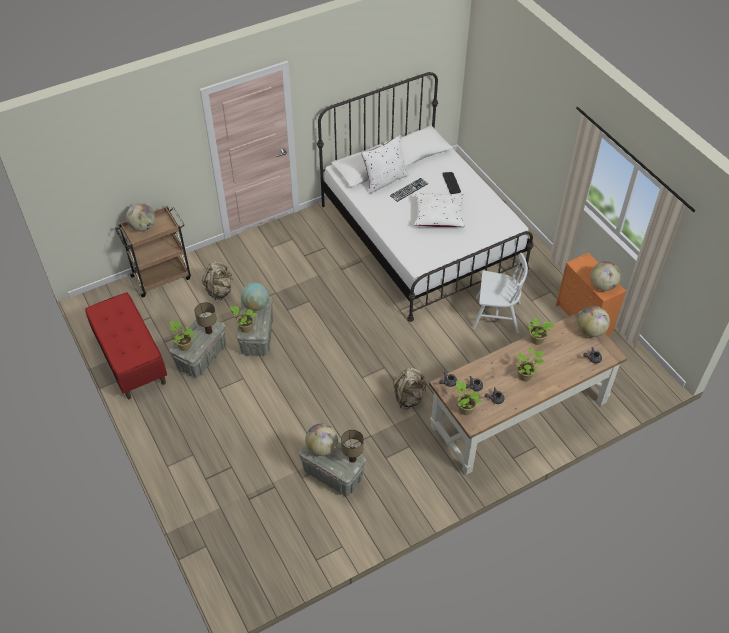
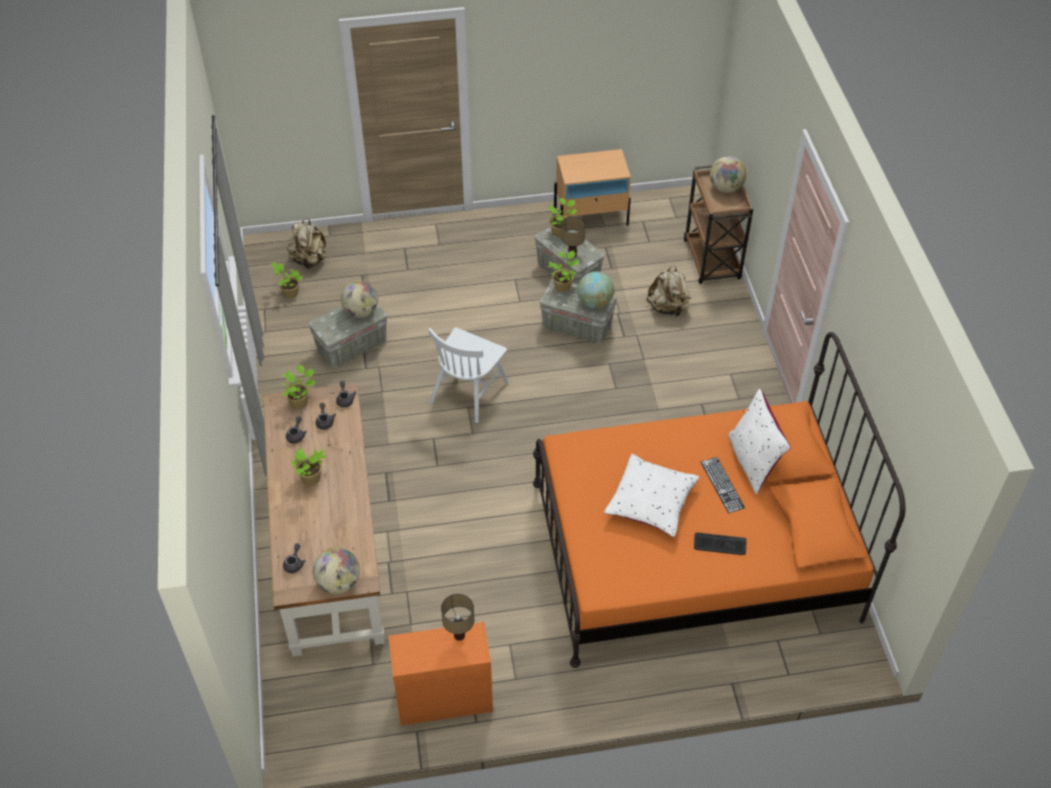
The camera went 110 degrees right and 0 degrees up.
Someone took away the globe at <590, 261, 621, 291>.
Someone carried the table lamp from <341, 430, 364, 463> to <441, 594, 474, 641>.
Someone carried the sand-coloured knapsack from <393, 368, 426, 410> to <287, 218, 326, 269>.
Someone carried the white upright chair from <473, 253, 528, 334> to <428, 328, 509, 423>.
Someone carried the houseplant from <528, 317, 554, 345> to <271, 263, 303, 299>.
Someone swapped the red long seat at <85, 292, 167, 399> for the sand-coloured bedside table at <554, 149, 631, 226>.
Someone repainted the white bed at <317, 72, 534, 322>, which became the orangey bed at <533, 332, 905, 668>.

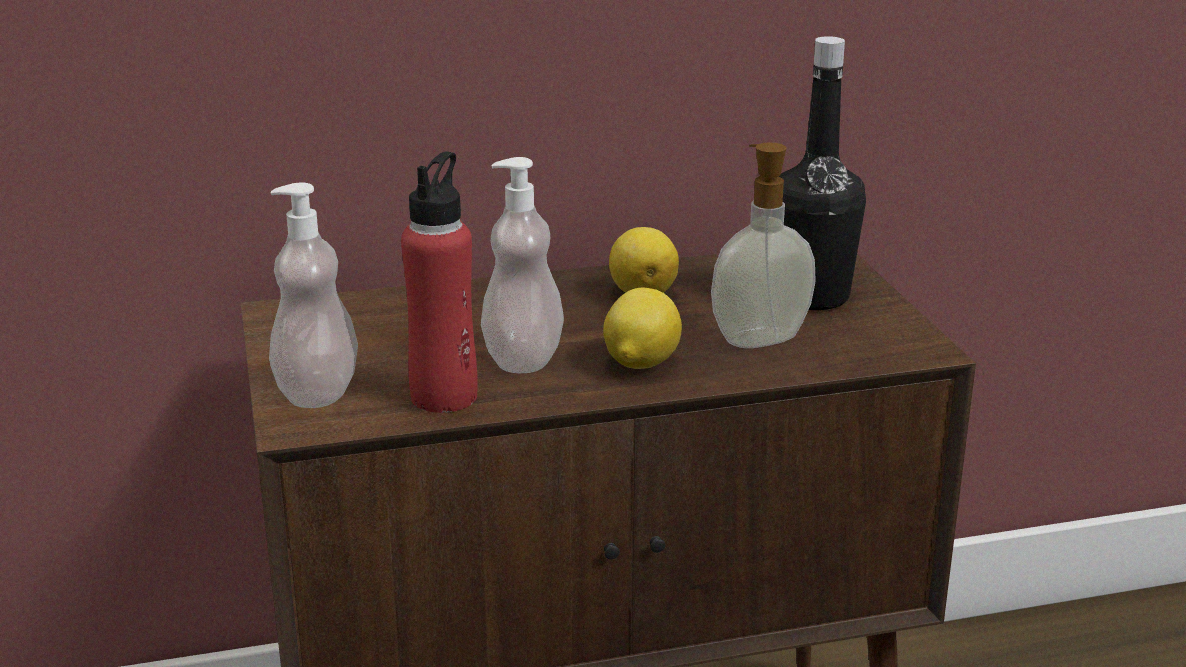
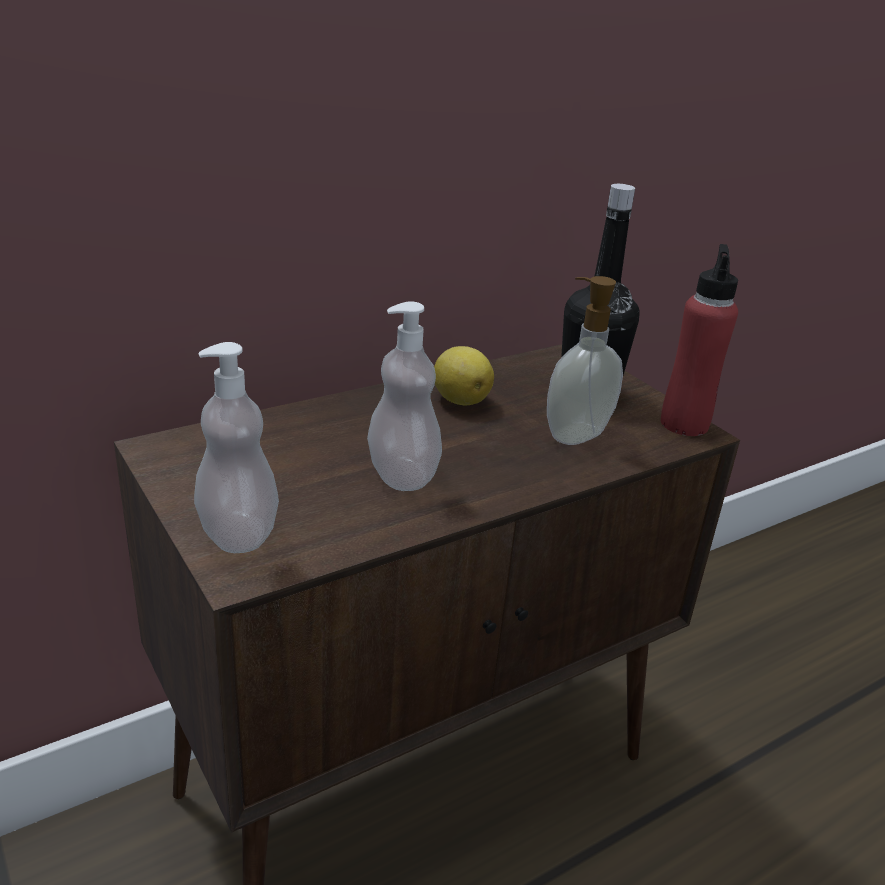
The camera went 20 degrees left and 5 degrees up.
Someone took away the whole lemon at <603, 287, 682, 369>.
Someone carried the red beverage bottle from <401, 151, 478, 413> to <661, 244, 738, 436>.

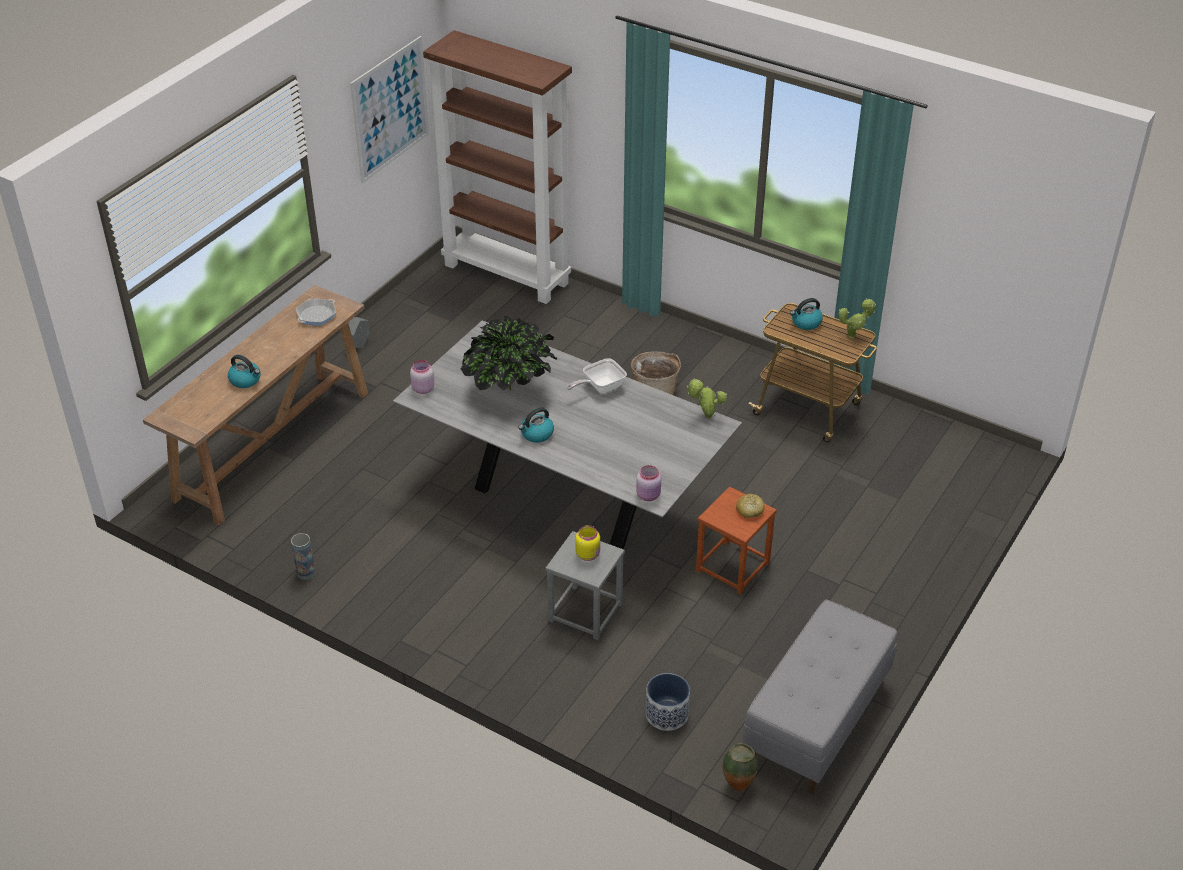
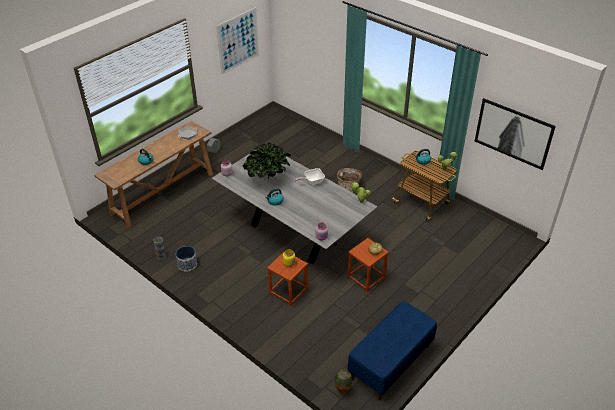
The camera went 10 degrees right and 0 degrees up.
Someone took away the brown-coloured bookcase at <423, 30, 572, 304>.
Someone put up the picture at <475, 98, 556, 170>.
Someone carried the flower pot from <646, 673, 690, 731> to <176, 246, 197, 271>.
Someone repainted the greyish sitting stool at <545, 531, 625, 640>, which became the brown-coloured sitting stool at <267, 252, 308, 306>.
Someone repainted the greyish long seat at <742, 599, 897, 794>, which became the blue long seat at <348, 301, 437, 400>.

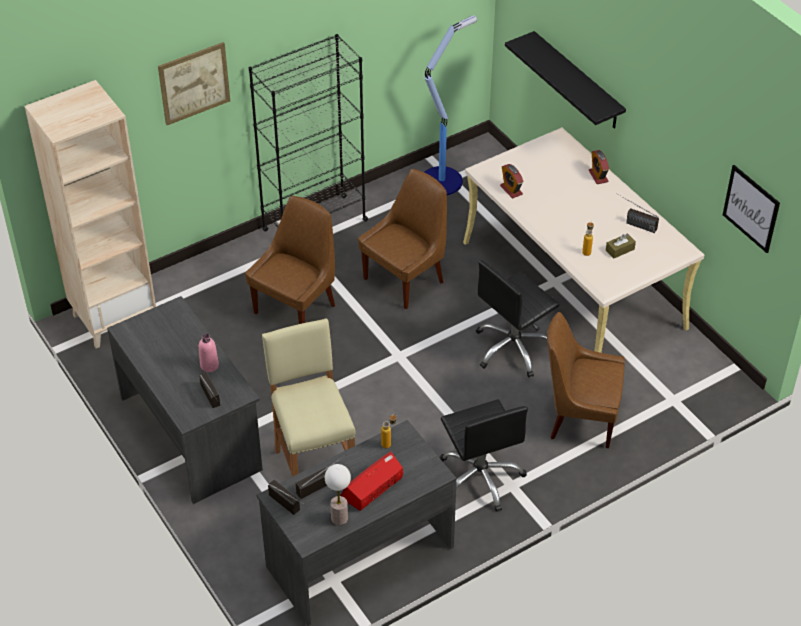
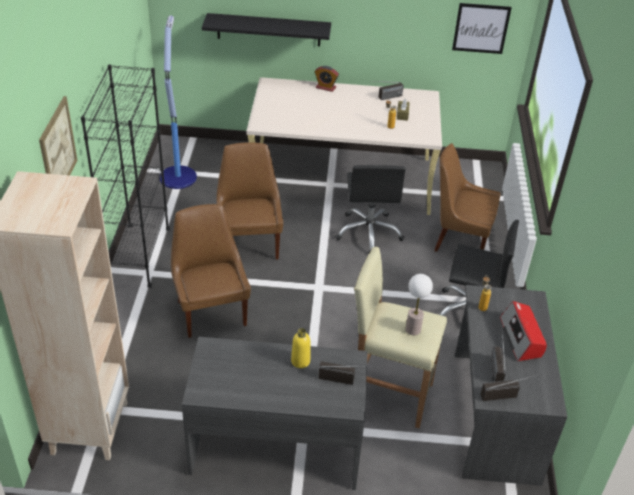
The camera went 55 degrees left and 5 degrees down.
Someone took away the table clock at <500, 164, 523, 199>.
Someone carried the table lamp from <325, 464, 351, 525> to <406, 274, 433, 335>.
Someone repainted the pink beverage bottle at <199, 334, 219, 372>, which became the yellow beverage bottle at <291, 328, 310, 368>.
Someone rotated the brown-coloured upright chair at <547, 312, 625, 448> by 60 degrees clockwise.

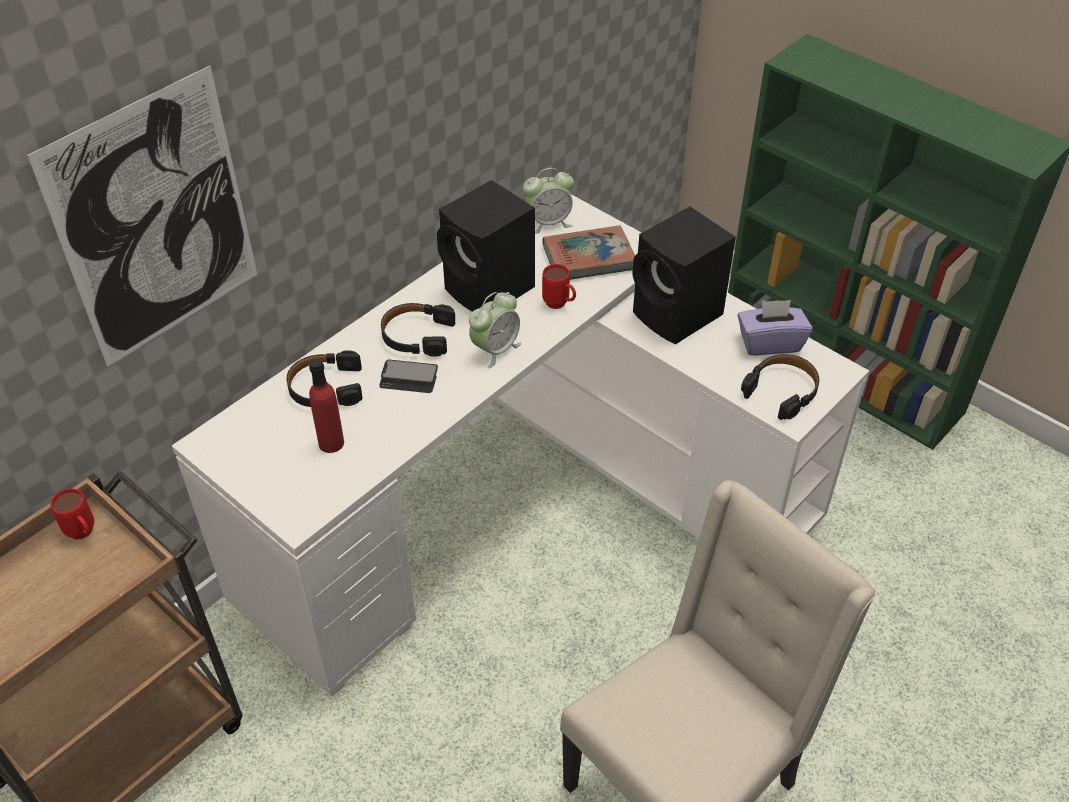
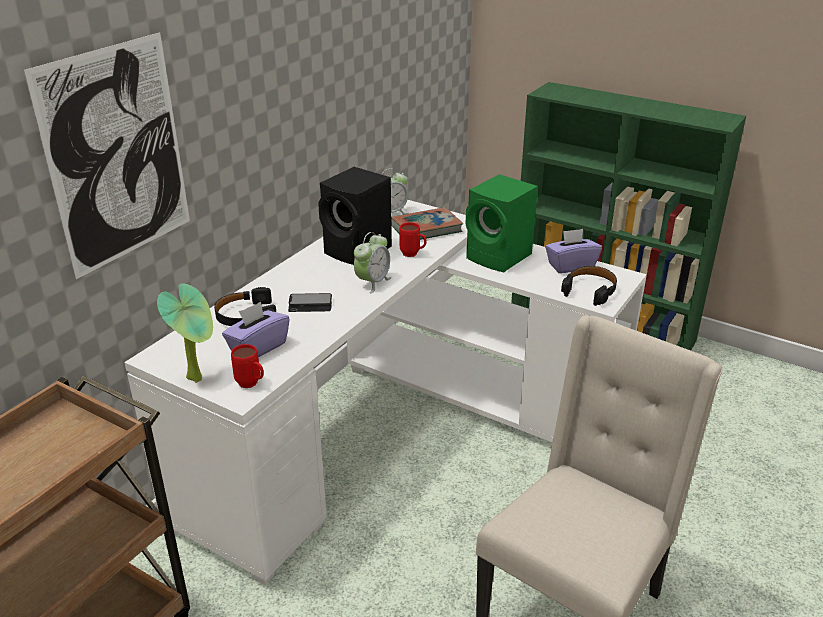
The camera went 10 degrees left and 15 degrees down.
Someone took away the black-coloured headset at <381, 303, 455, 357>.
Someone put down the houseplant at <157, 283, 213, 383>.
Someone carried the red coffee mug from <50, 488, 94, 540> to <231, 344, 264, 388>.
Someone swapped the red beverage bottle at <309, 359, 344, 453> for the purple box of tissues at <222, 302, 290, 358>.
Someone repainted the black-coloured loudspeaker at <632, 206, 736, 344>, which became the green-coloured loudspeaker at <465, 174, 538, 272>.

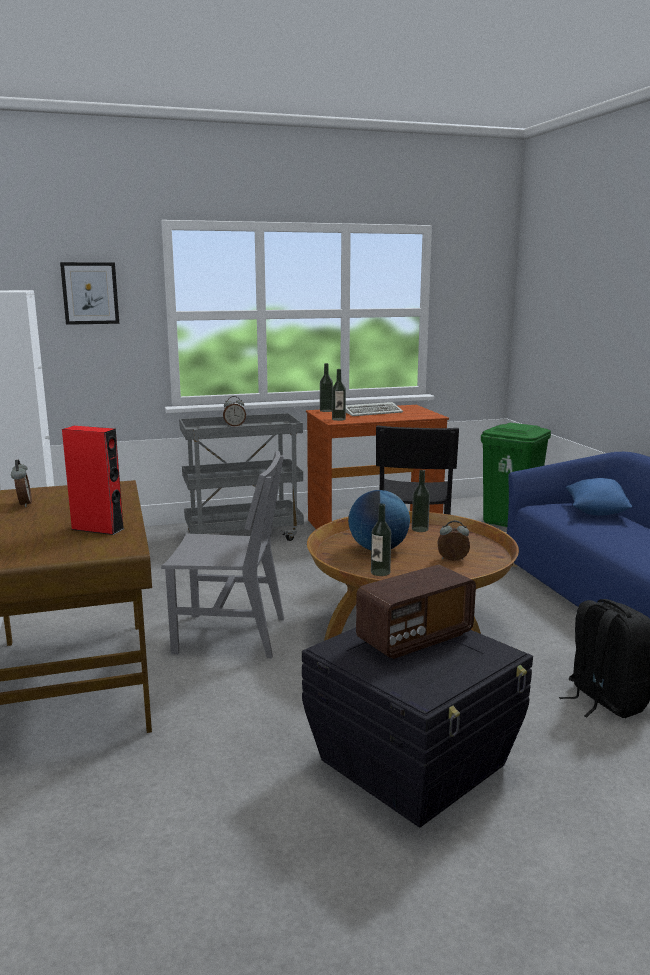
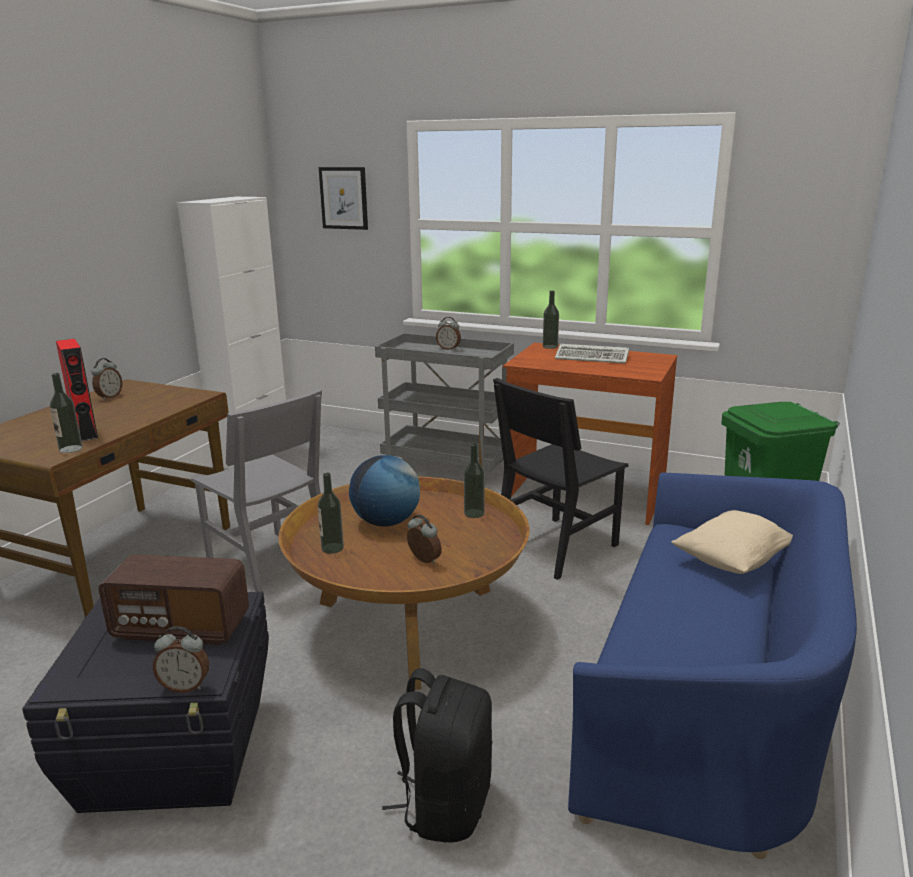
The camera went 40 degrees right and 5 degrees up.
Someone put down the table clock at <153, 626, 209, 693>.
Someone carried the beverage bottle from <332, 369, 346, 421> to <50, 373, 82, 453>.
Someone repainted the blue cushion at <565, 478, 632, 515>, which became the sand-coloured cushion at <671, 510, 793, 574>.

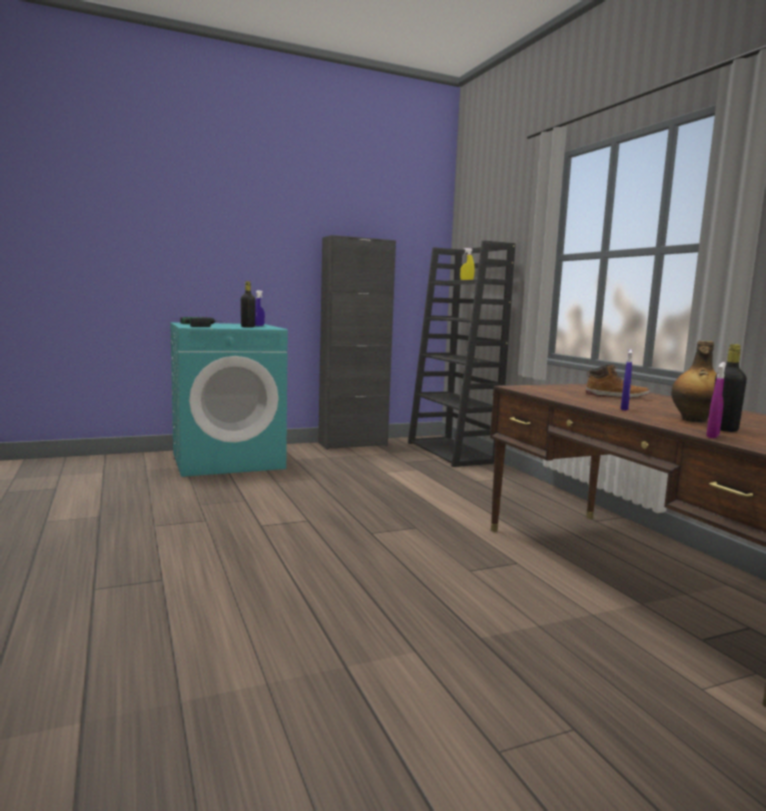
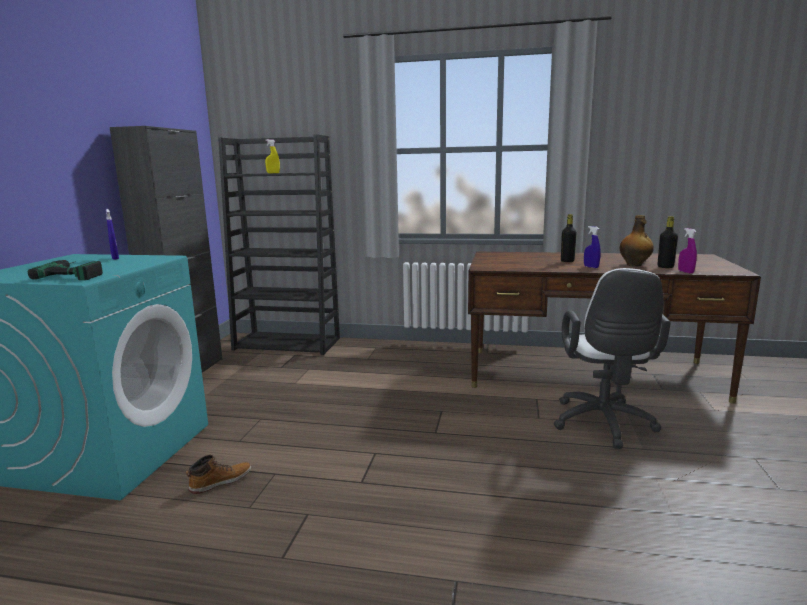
The camera went 55 degrees left and 5 degrees up.
Someone put down the white desk chair at <554, 268, 671, 449>.
Someone carried the black-coloured beverage bottle from <241, 281, 255, 328> to <561, 214, 577, 262>.
Someone carried the boot from <586, 364, 650, 398> to <186, 455, 251, 494>.

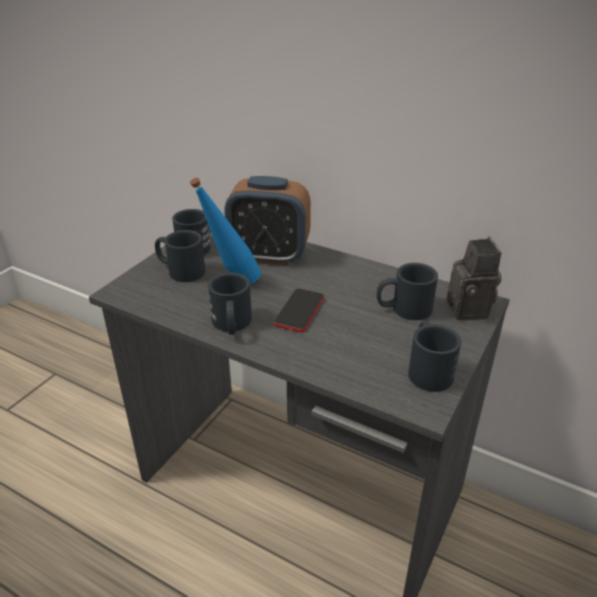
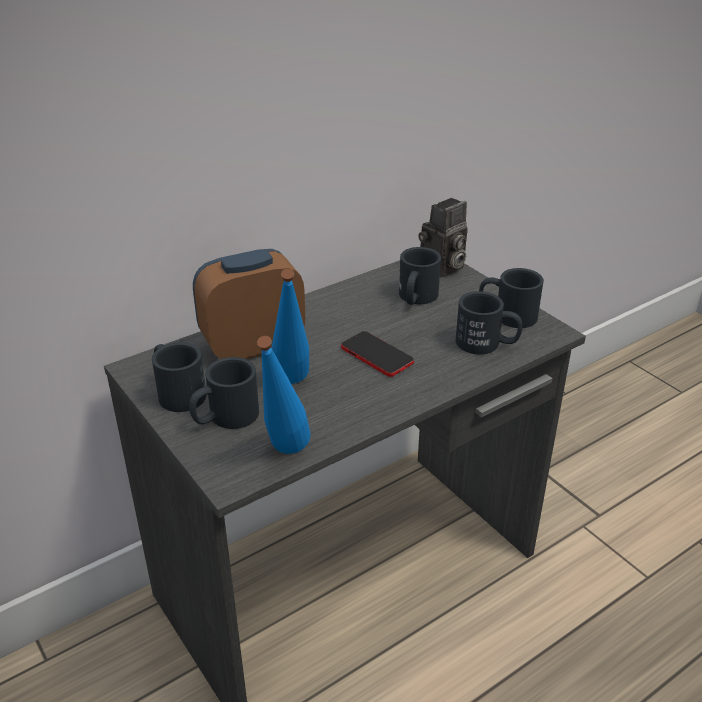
The camera went 65 degrees left and 0 degrees up.
Someone put down the blue beverage bottle at <257, 336, 310, 454>.
Someone carried the black-coloured coffee mug from <208, 273, 252, 335> to <456, 291, 522, 354>.
Someone rotated the table clock at <224, 176, 311, 265> by 150 degrees counterclockwise.
Someone rotated the still camera at <447, 237, 501, 320> by 120 degrees clockwise.

